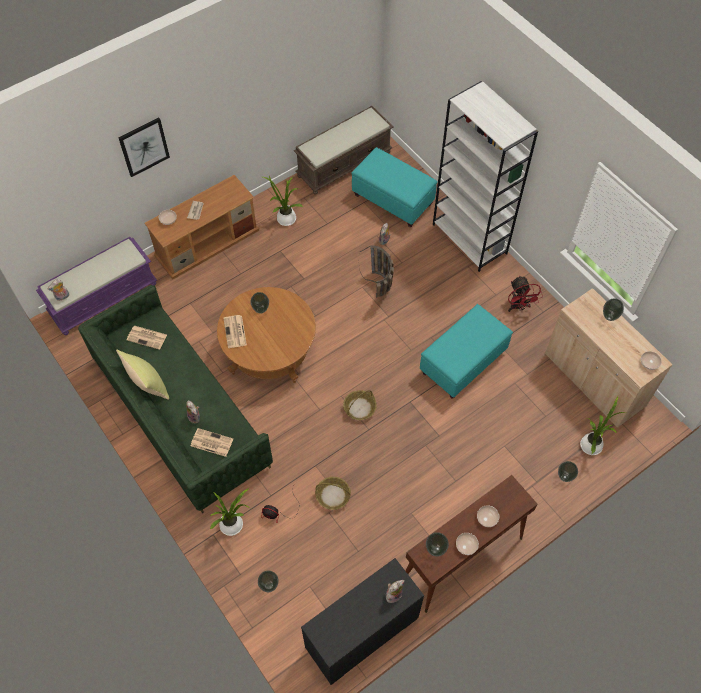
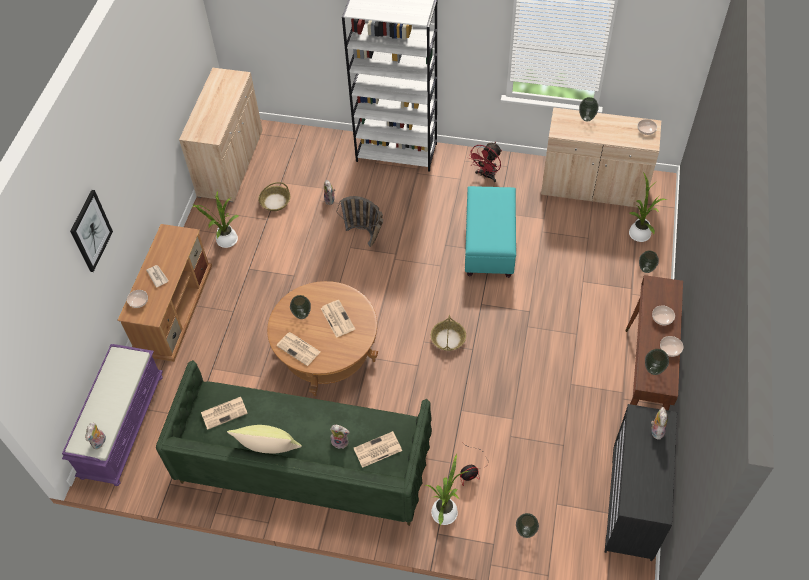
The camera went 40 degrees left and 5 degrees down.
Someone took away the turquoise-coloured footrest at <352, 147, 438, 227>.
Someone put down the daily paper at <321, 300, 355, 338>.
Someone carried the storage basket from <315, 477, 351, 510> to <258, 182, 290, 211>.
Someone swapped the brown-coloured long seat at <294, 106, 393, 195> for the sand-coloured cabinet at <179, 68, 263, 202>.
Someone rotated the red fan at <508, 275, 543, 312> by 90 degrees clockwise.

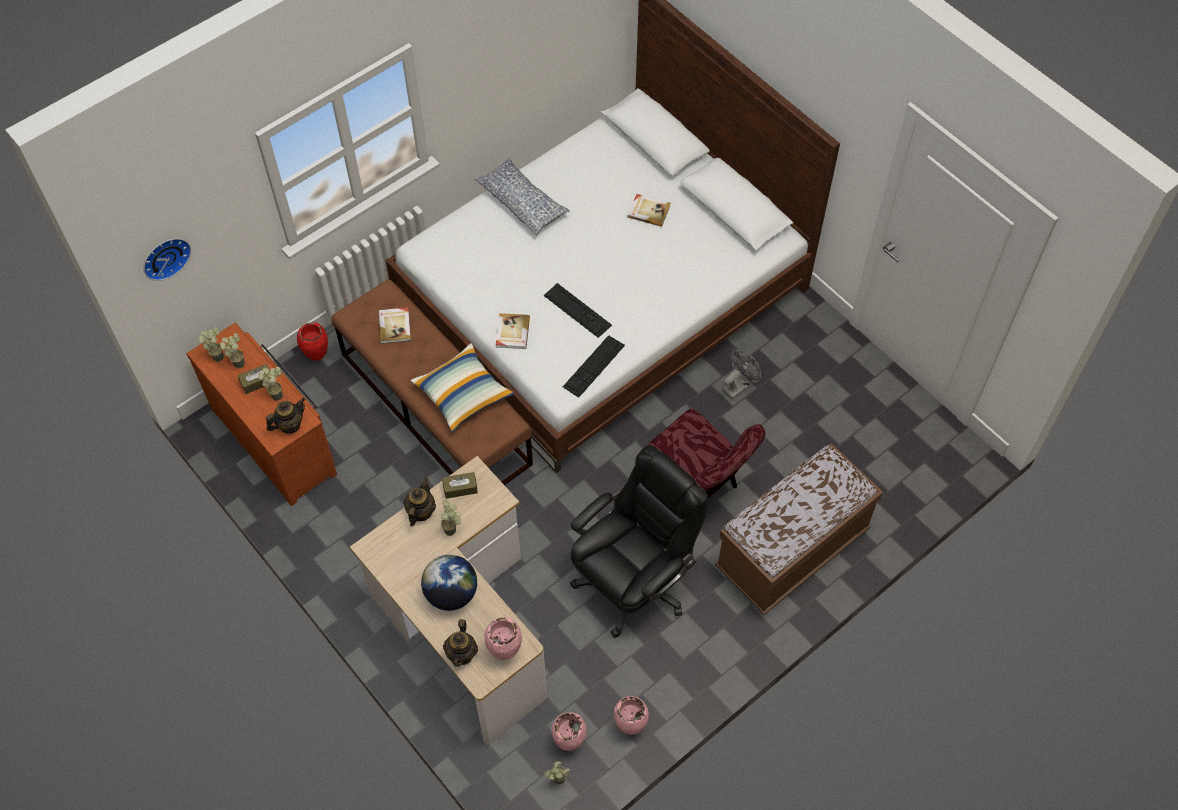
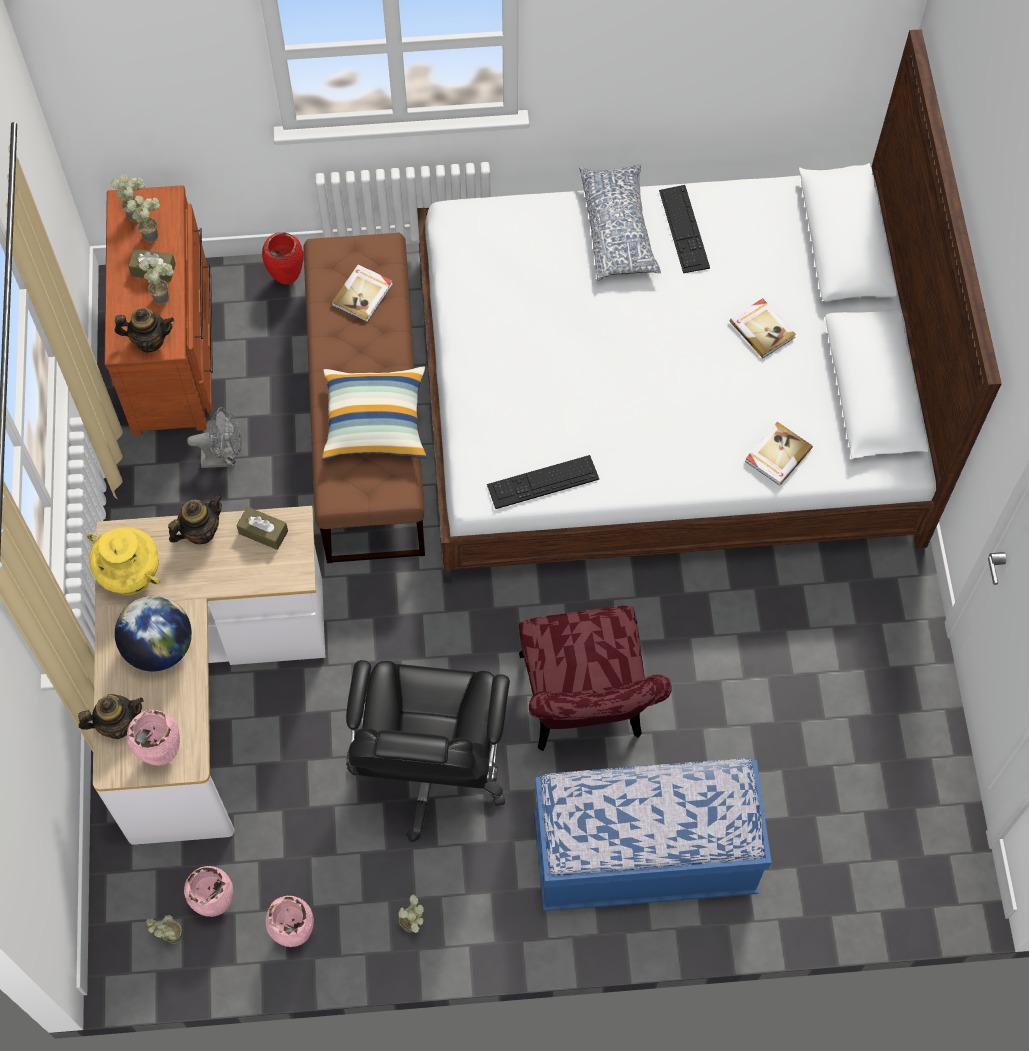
The camera went 35 degrees right and 5 degrees up.
Someone took away the hanging clock at <143, 238, 191, 281>.
Someone put down the yellow decorative vase at <87, 527, 160, 595>.
Someone carried the houseplant from <441, 500, 461, 536> to <399, 895, 424, 933>.
Someone carried the book from <496, 313, 530, 349> to <745, 422, 813, 485>.
Someone carried the PC keyboard from <544, 283, 612, 338> to <659, 185, 710, 273>.
Someone carried the greyish fan from <723, 349, 761, 399> to <187, 407, 242, 468>.
Someone repainted the brown-coloured long seat at <715, 443, 883, 615>, which became the blue long seat at <534, 758, 772, 912>.
Someone rotated the pot for tea at <443, 619, 478, 667> by 150 degrees counterclockwise.
Someone rotated the black-coloured desk chair at <570, 445, 709, 638> by 105 degrees clockwise.

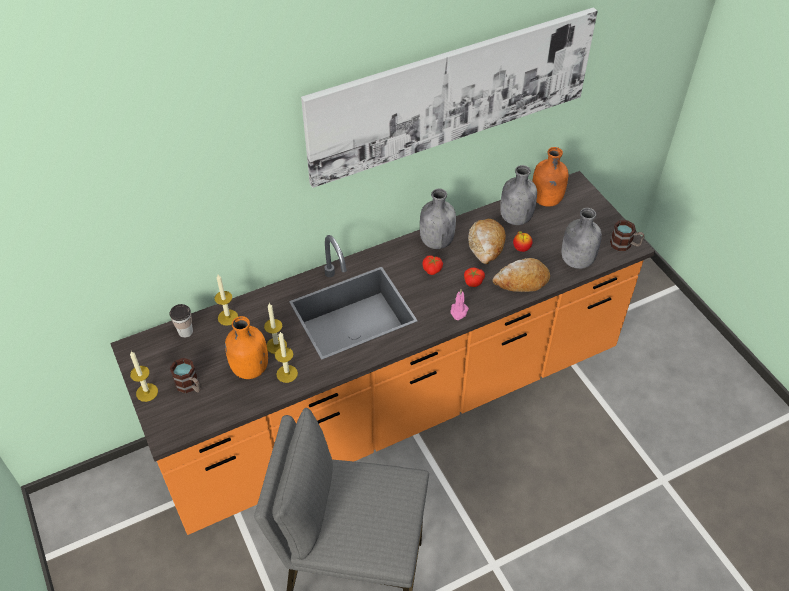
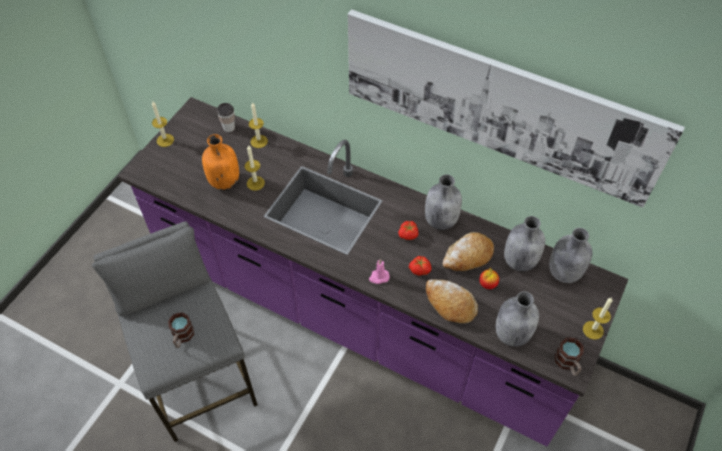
The camera went 55 degrees right and 5 degrees up.
Someone carried the coffee mug from <170, 358, 201, 393> to <168, 312, 194, 348>.
Someone carried the wax light from <275, 332, 298, 383> to <583, 297, 613, 340>.
Someone repainted the orangey counter at <110, 171, 655, 535>, which became the purple counter at <118, 97, 628, 446>.
Someone repainted the orangey beverage bottle at <532, 147, 568, 207>, which became the greyish beverage bottle at <549, 228, 592, 283>.

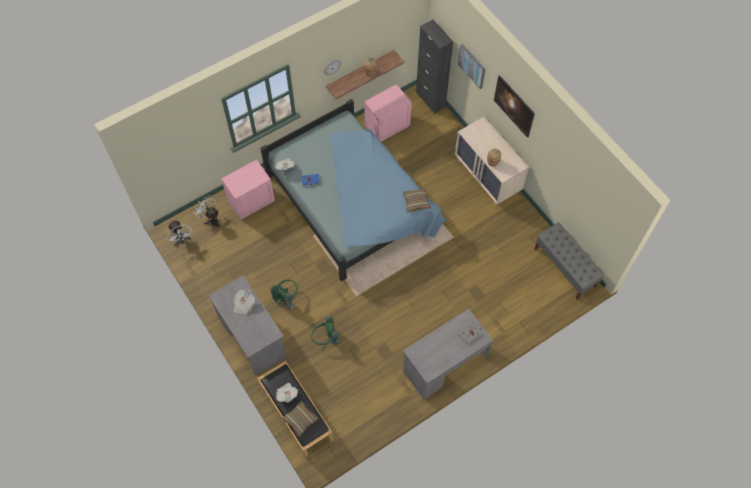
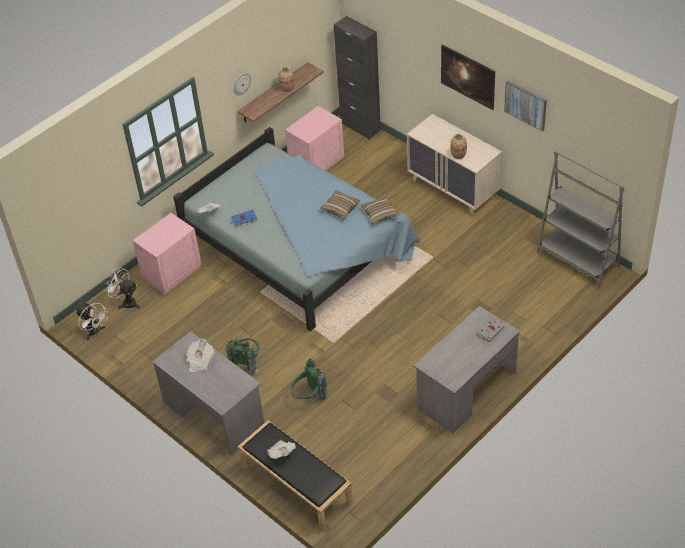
The camera went 10 degrees left and 15 degrees down.
Someone carried the cushion from <282, 401, 318, 436> to <320, 191, 360, 219>.
Someone carried the picture from <458, 44, 485, 89> to <504, 80, 547, 131>.
Someone swapped the greyish long seat at <534, 222, 605, 300> for the greyish bookcase at <536, 150, 624, 289>.

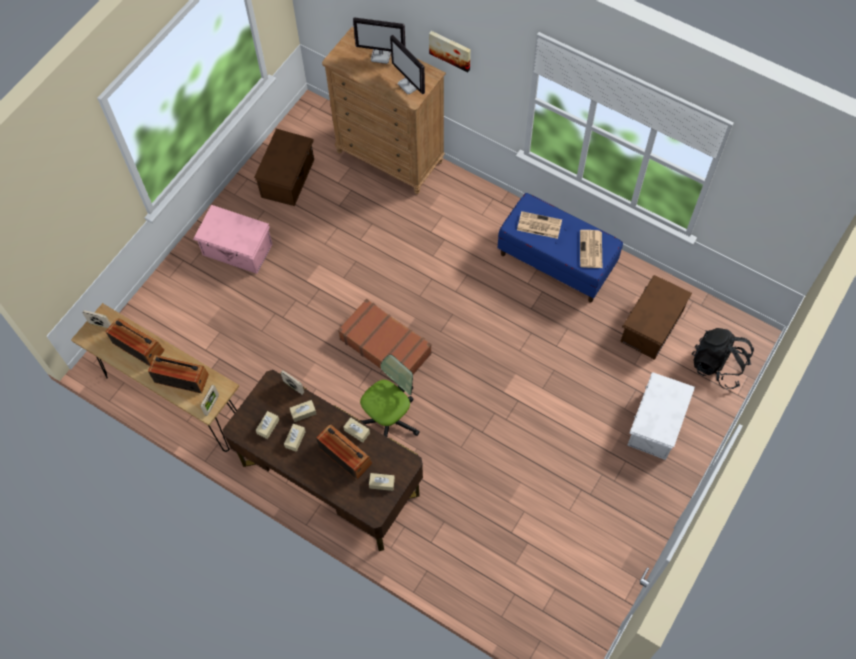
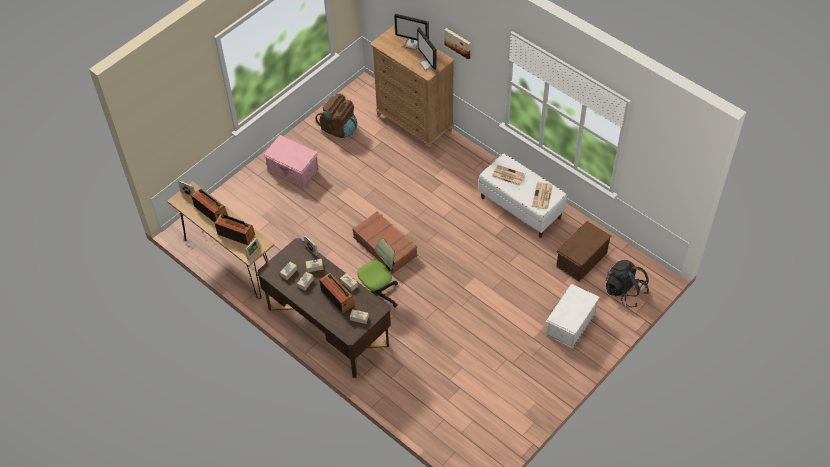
The camera went 10 degrees right and 10 degrees down.
Someone swapped the brown-coloured storage box at <254, 129, 314, 206> for the brown-coloured knapsack at <316, 94, 357, 138>.
Someone repainted the blue long seat at <498, 193, 623, 302>, which became the white long seat at <478, 154, 567, 238>.

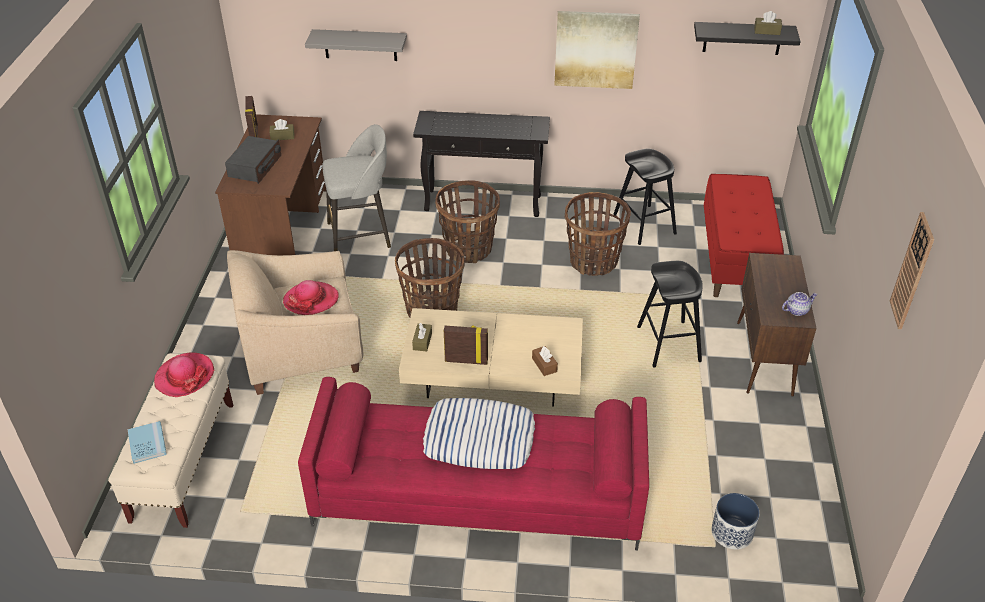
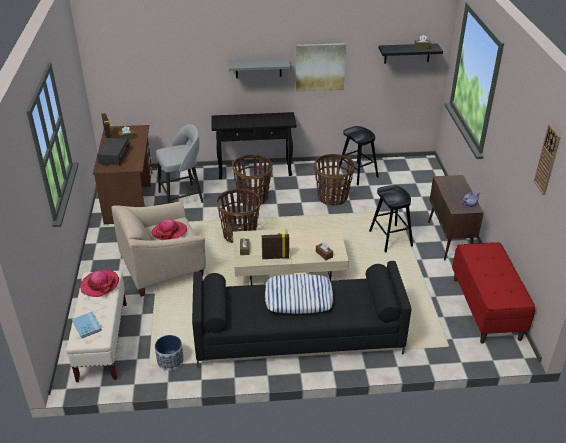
The camera went 10 degrees left and 5 degrees down.
Someone carried the greyish shelf from <305, 29, 407, 61> to <228, 58, 291, 78>.
Someone carried the red long seat from <704, 174, 784, 297> to <452, 242, 535, 344>.
Someone carried the flower pot from <711, 493, 760, 549> to <155, 335, 184, 371>.
Someone repainted the red settee at <298, 377, 649, 550>, which became the black-coloured settee at <192, 261, 411, 368>.

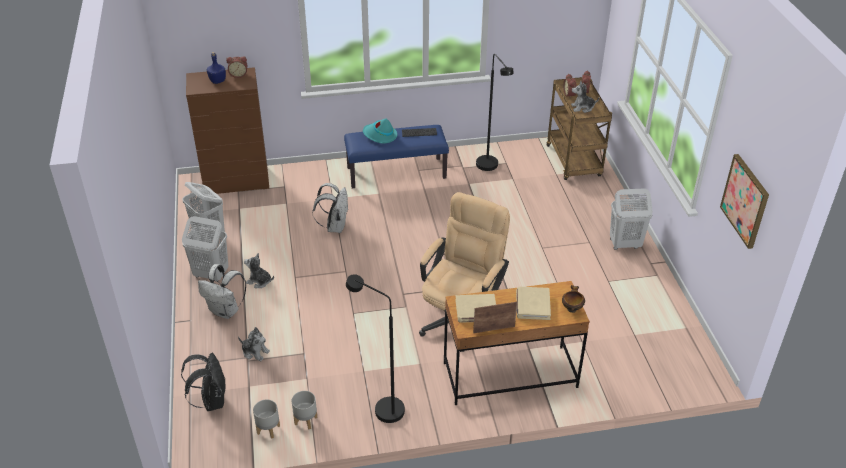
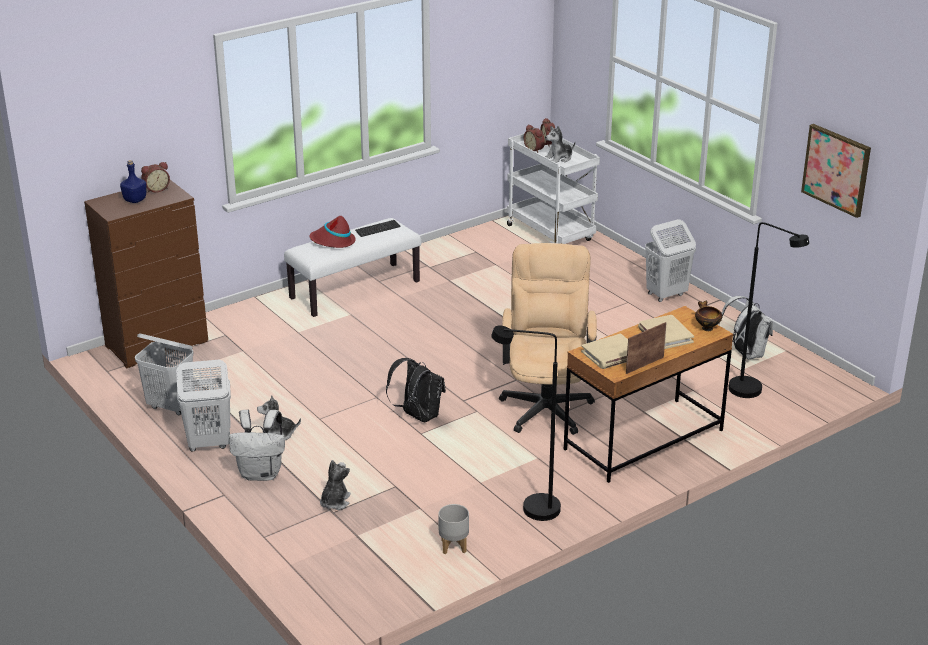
The camera went 25 degrees left and 10 degrees down.
Someone took away the greyish flower pot at <253, 399, 280, 439>.
Someone carried the black-coloured knapsack from <181, 353, 226, 411> to <386, 358, 446, 422>.
Someone carried the white knapsack from <313, 183, 349, 233> to <722, 296, 773, 359>.
Someone carried the black-coloured standing lamp from <476, 54, 514, 171> to <728, 222, 809, 398>.
Someone repainted the blue long seat at <344, 125, 449, 188>, which became the white long seat at <284, 218, 421, 317>.
Someone repainted the turquoise-coloured clothing hat at <363, 118, 397, 143>, which became the red clothing hat at <309, 216, 356, 248>.
Someone repainted the brown-coloured cart at <547, 77, 612, 180>, which became the white cart at <507, 134, 600, 244>.
Someone rotated the plush toy at <238, 327, 270, 361> by 75 degrees counterclockwise.

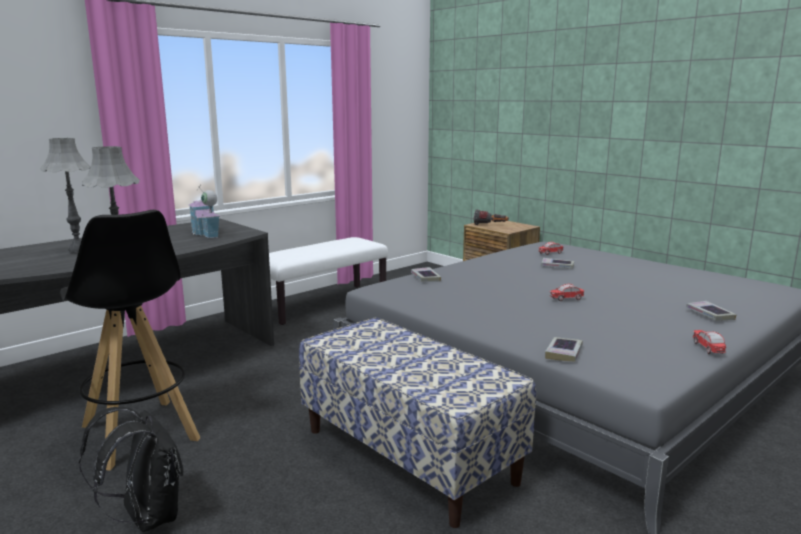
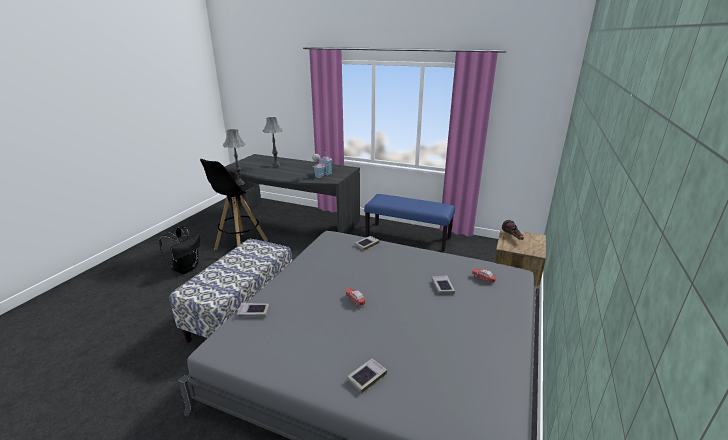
The camera went 65 degrees right and 10 degrees up.
Someone took away the model car at <693, 330, 726, 354>.
Someone repainted the white long seat at <269, 237, 388, 325>, which became the blue long seat at <364, 194, 455, 251>.

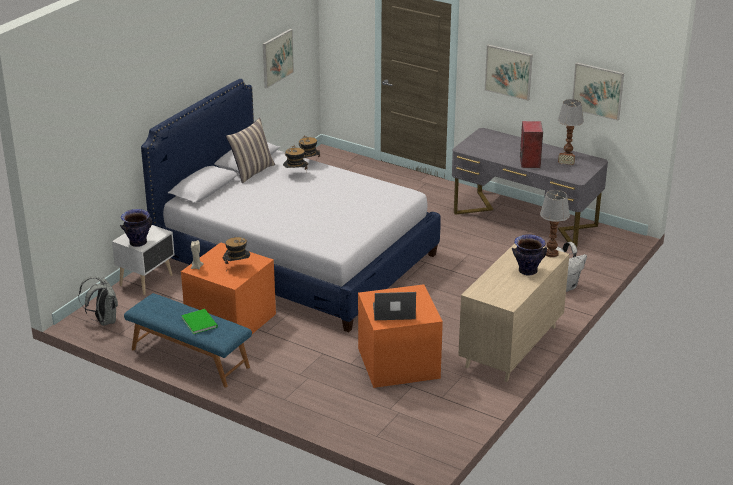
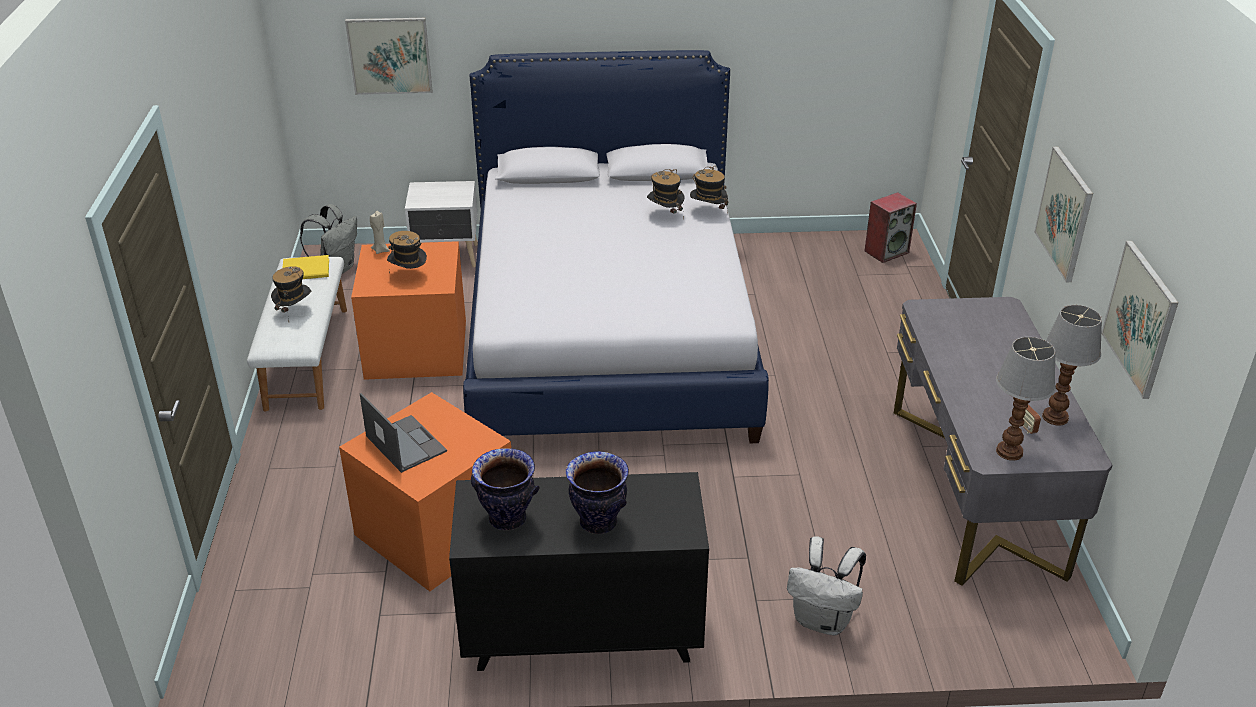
The camera went 55 degrees right and 5 degrees up.
Someone took away the cushion at <226, 118, 275, 183>.
Someone put down the yellow book at <282, 255, 329, 279>.
Someone carried the decorative vase from <120, 209, 152, 247> to <471, 448, 540, 530>.
Someone carried the picture from <263, 29, 294, 88> to <345, 18, 432, 95>.
Someone carried the loudspeaker from <520, 121, 543, 168> to <864, 192, 917, 263>.
Someone carried the table lamp from <540, 190, 570, 258> to <996, 337, 1056, 461>.
Someone swapped the green-coloured book at <181, 309, 218, 334> for the clothing hat at <271, 266, 311, 321>.
Someone repainted the blue long seat at <124, 293, 252, 387>, which became the white long seat at <247, 257, 347, 411>.
Someone repainted the sand-coloured dresser at <458, 243, 569, 382>, which became the black-coloured dresser at <449, 472, 709, 671>.

